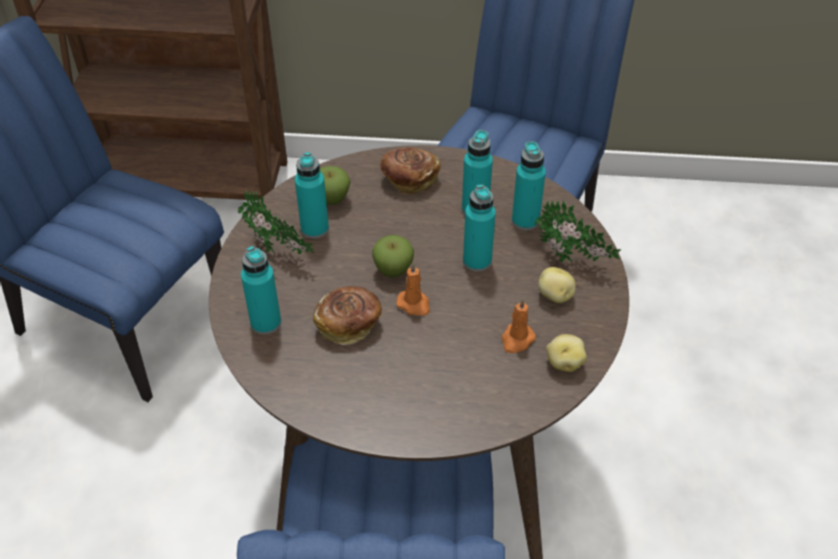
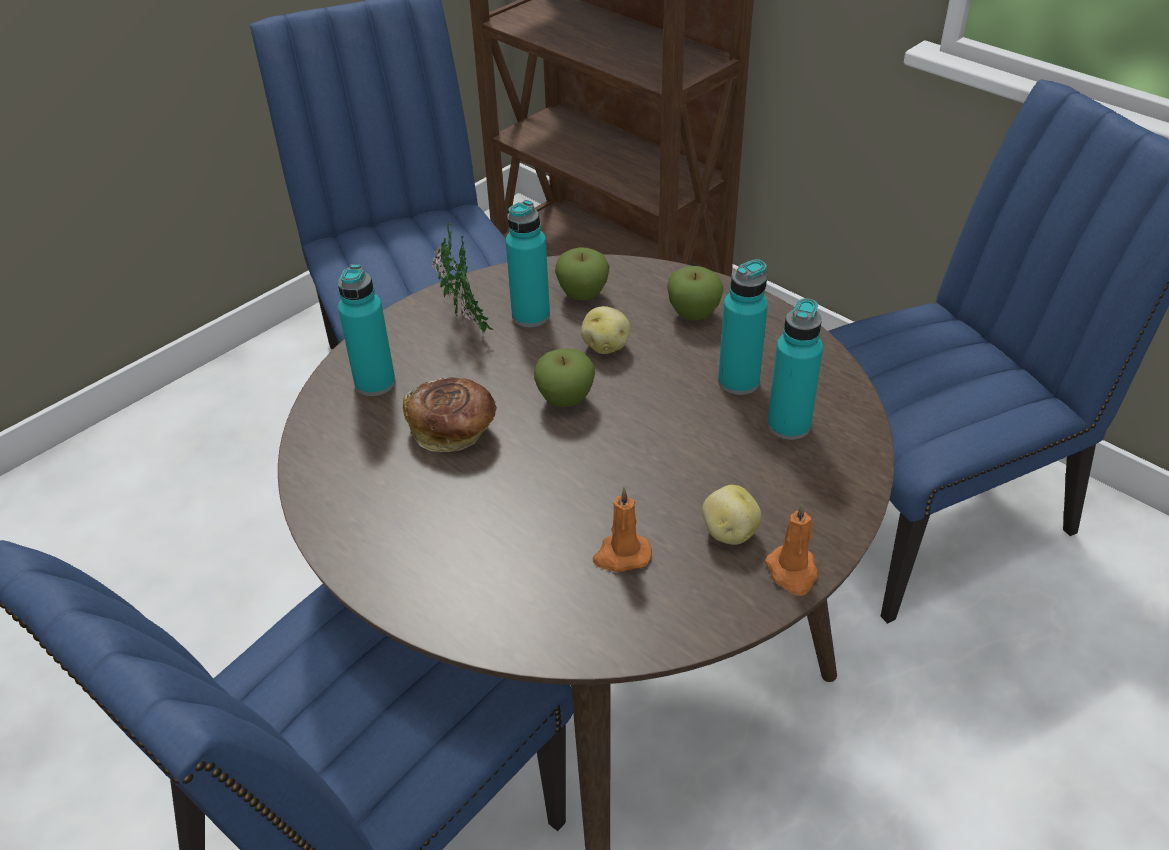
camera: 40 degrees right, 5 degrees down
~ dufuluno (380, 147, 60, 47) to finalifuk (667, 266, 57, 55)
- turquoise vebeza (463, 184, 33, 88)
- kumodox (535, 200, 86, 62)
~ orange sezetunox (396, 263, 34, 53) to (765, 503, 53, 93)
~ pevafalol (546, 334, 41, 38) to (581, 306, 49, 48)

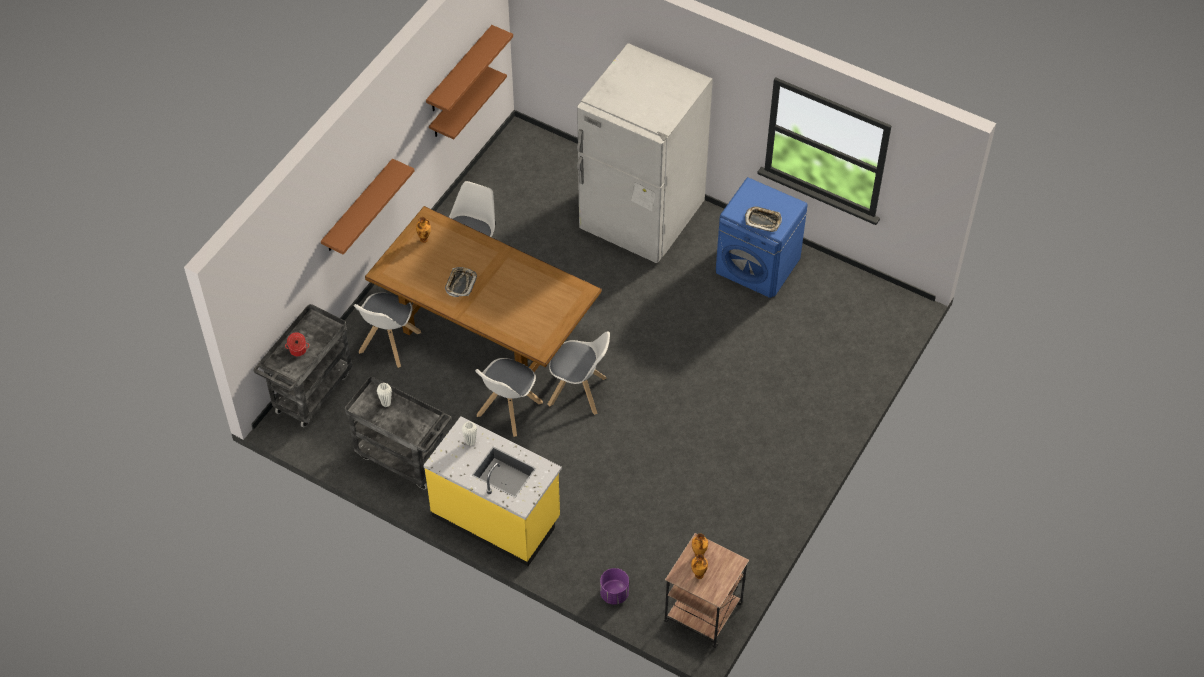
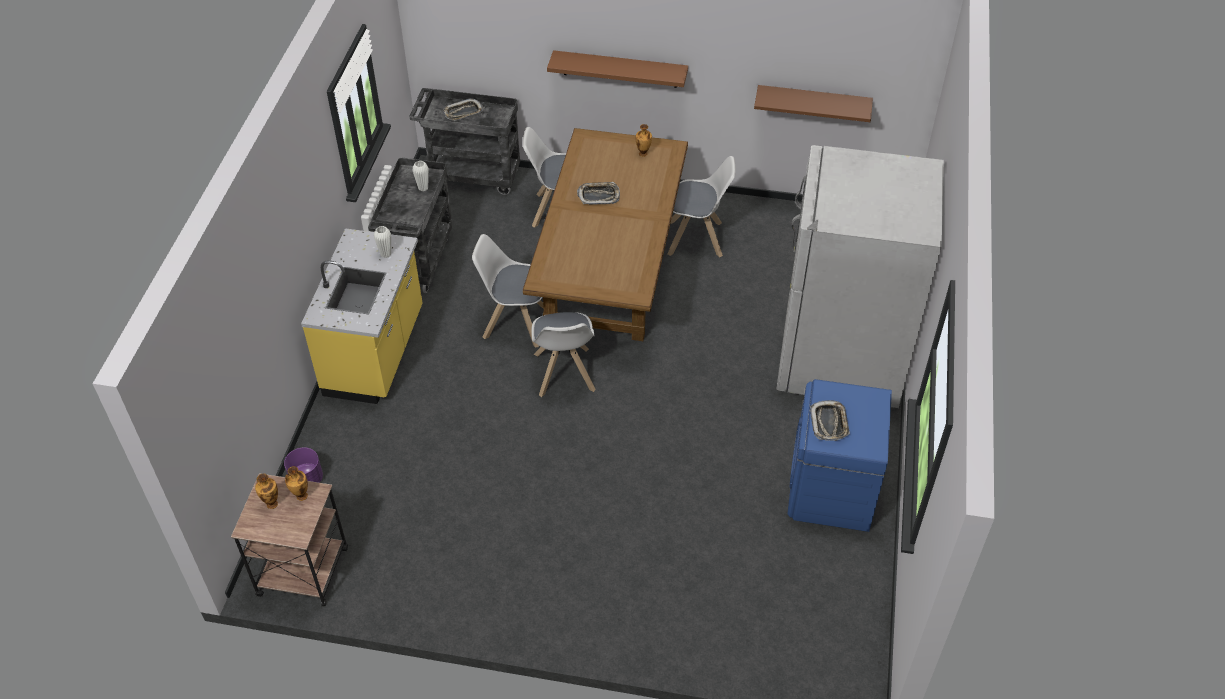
camera: 70 degrees right, 5 degrees down
- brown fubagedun (426, 25, 87, 87)
~ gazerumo (285, 332, 24, 24) to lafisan (443, 98, 41, 23)

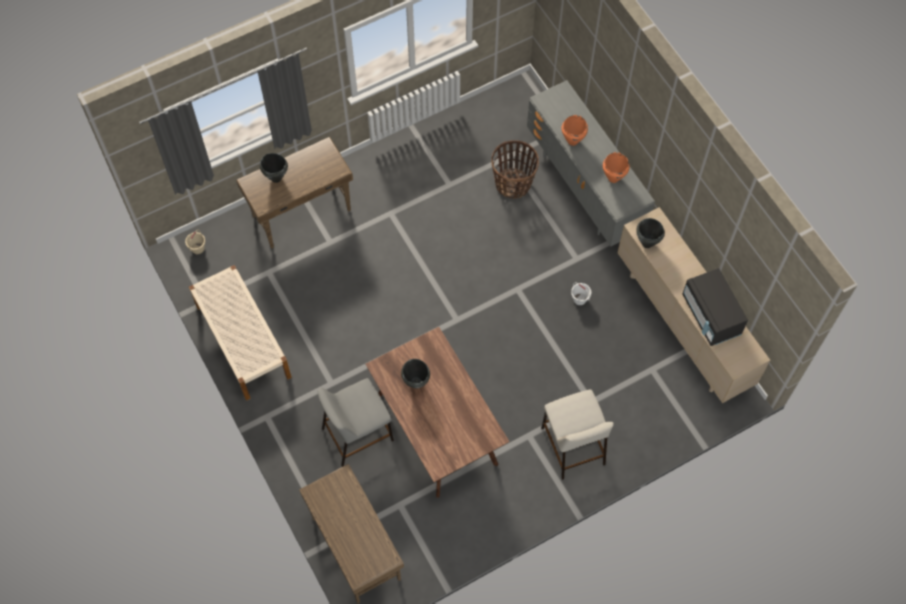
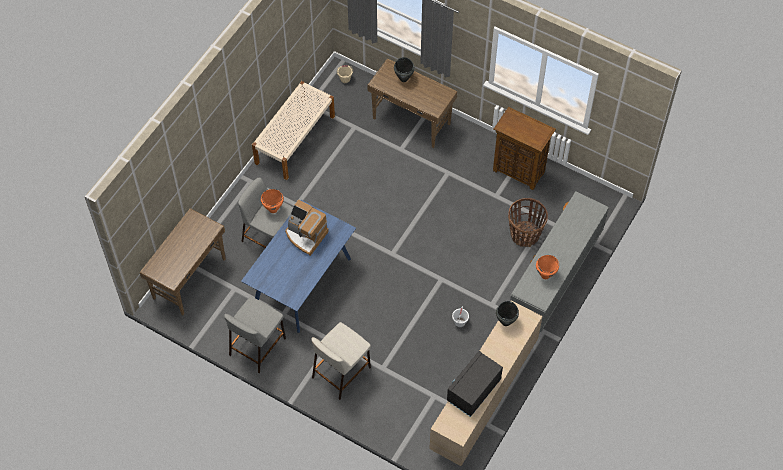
camera: 60 degrees right, 5 degrees down
~ orange gazerumo (561, 115, 27, 31) to (261, 189, 23, 24)
~ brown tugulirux (366, 327, 144, 171) to blue tugulirux (241, 200, 115, 133)
~ black gazerumo (401, 359, 29, 30) to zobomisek (285, 200, 44, 56)
+ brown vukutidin (493, 107, 63, 83)
+ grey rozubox (224, 297, 62, 76)

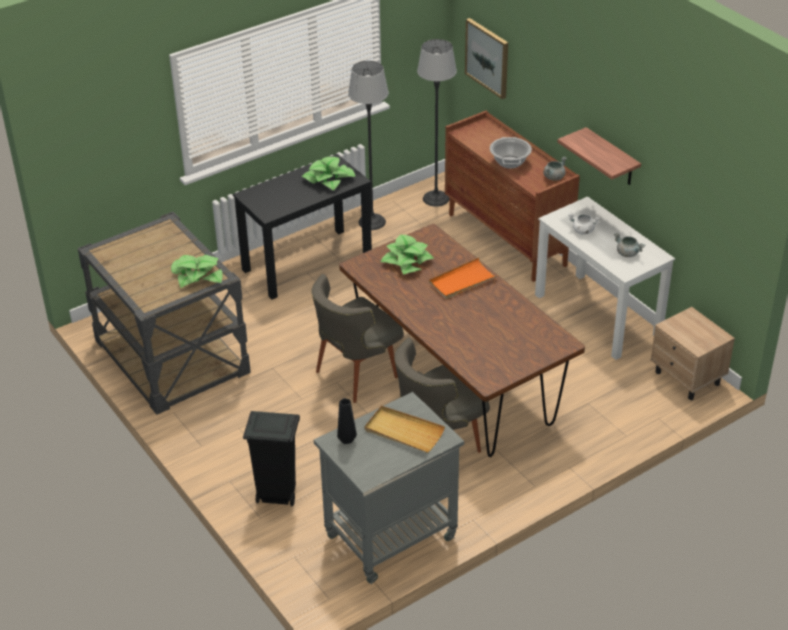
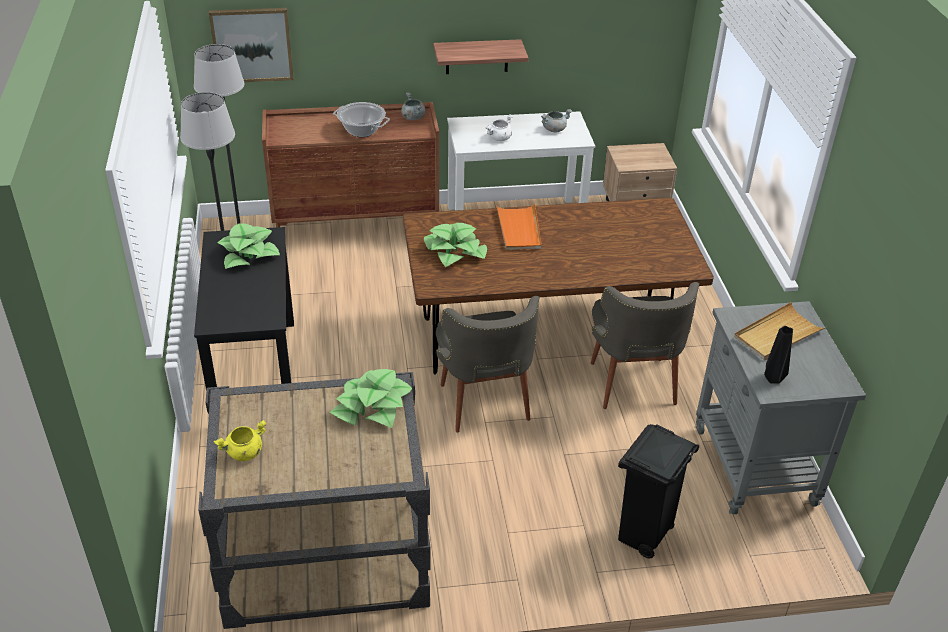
camera: 65 degrees left, 0 degrees up
+ yellow gazerumo (214, 420, 52, 41)

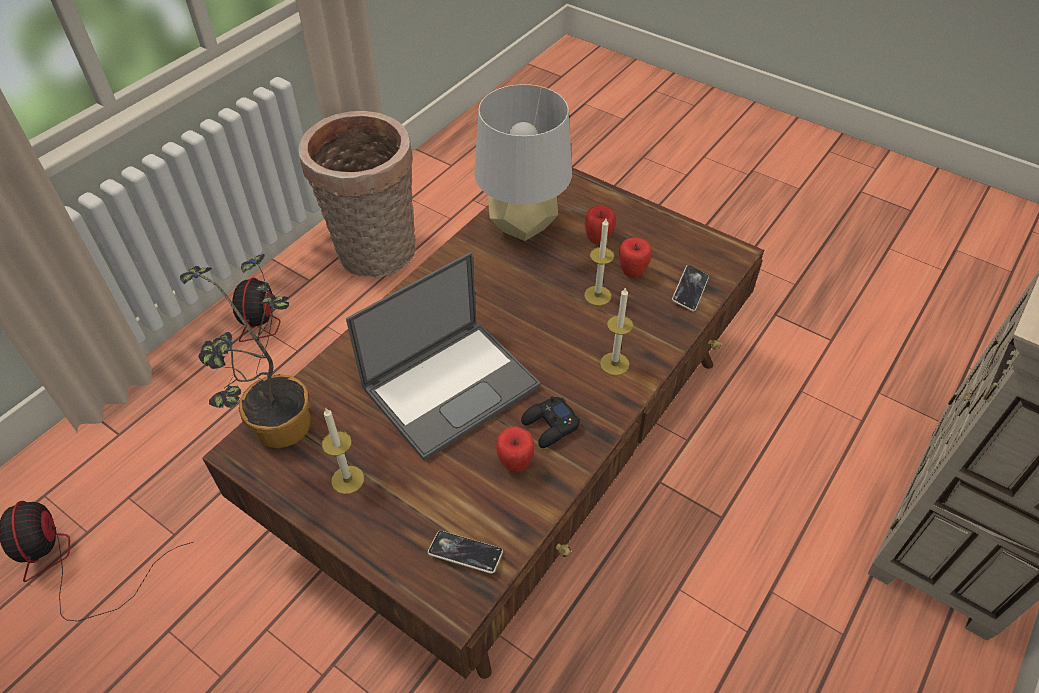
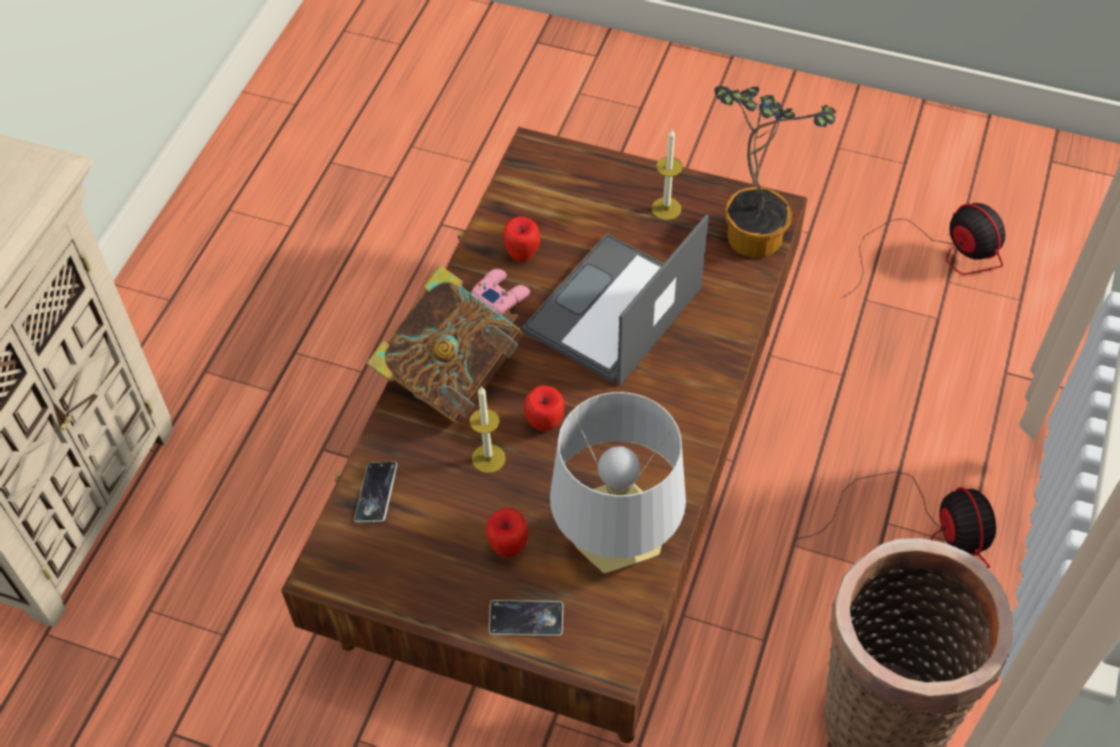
camera: 165 degrees right, 5 degrees up
~ finalifuk (619, 237, 33, 41) to (524, 385, 40, 46)
~ sezetunox (600, 287, 33, 89) to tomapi (367, 265, 156, 160)
~ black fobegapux (521, 396, 59, 52) to pink fobegapux (471, 269, 59, 46)
~ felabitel (428, 531, 75, 43) to (489, 600, 74, 36)

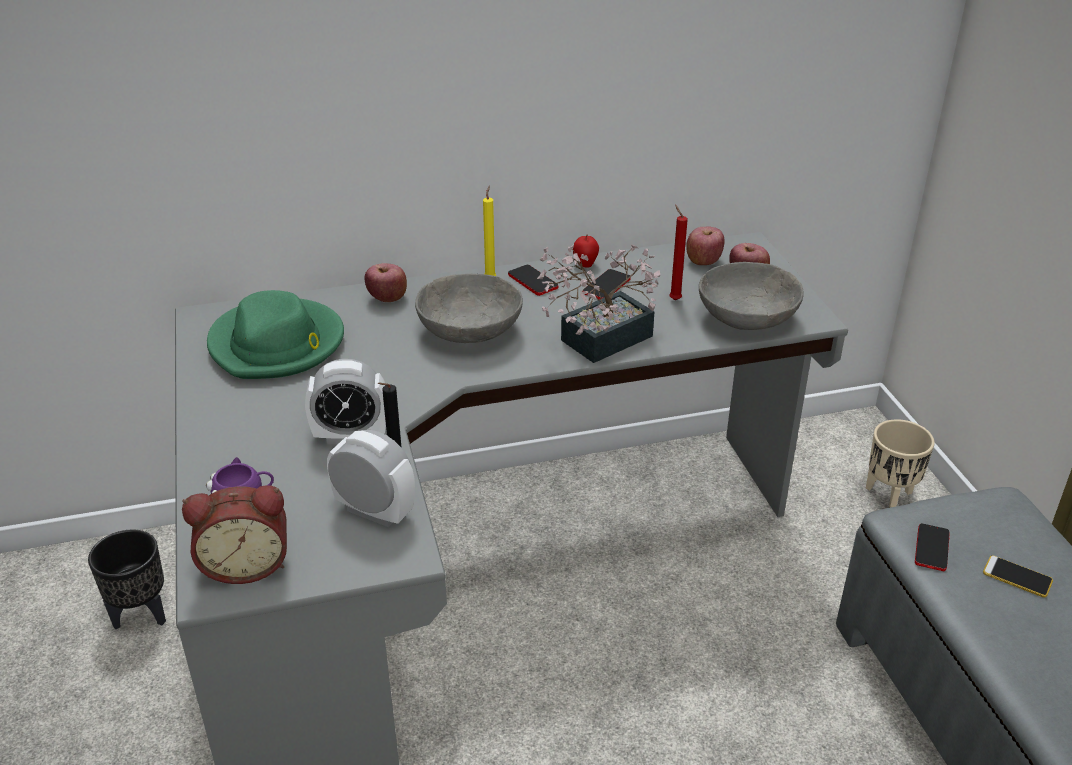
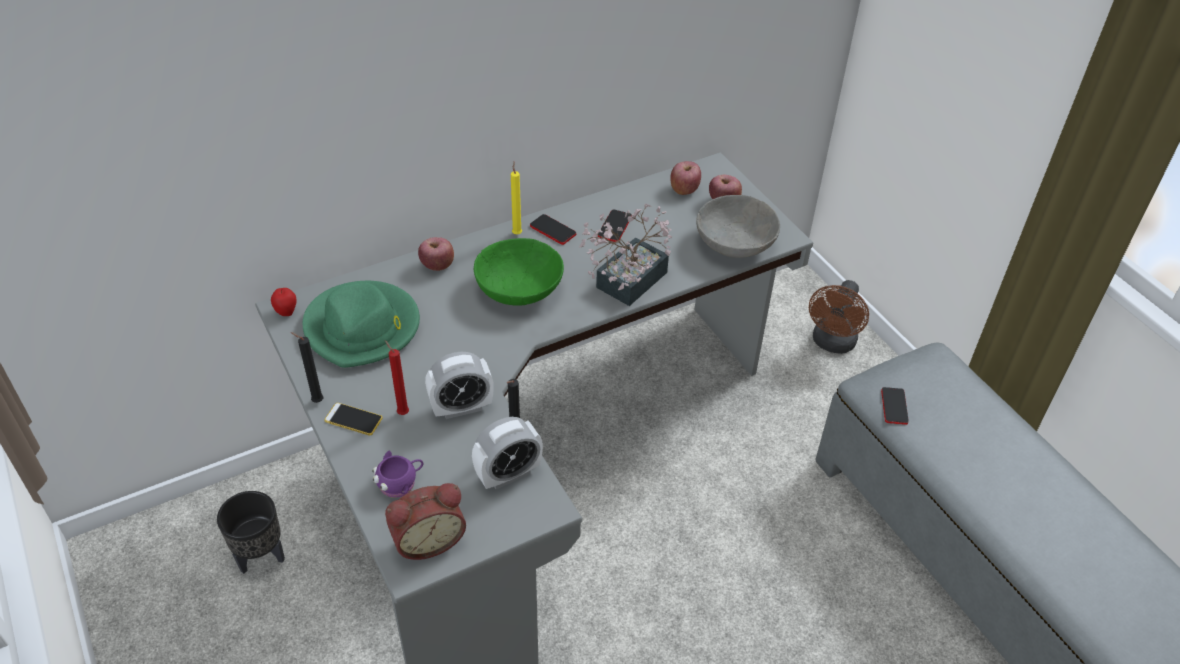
camera: 15 degrees left, 10 degrees up
~ red sezetunox (669, 205, 19, 95) to (385, 340, 24, 75)
~ finalifuk (573, 235, 26, 33) to (271, 288, 26, 28)
~ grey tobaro (415, 274, 108, 69) to green tobaro (474, 238, 90, 68)
~ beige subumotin (866, 419, 69, 89) to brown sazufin (809, 280, 60, 74)
~ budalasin (327, 430, 88, 97) = (472, 417, 71, 72) 135 degrees clockwise
~ felabitel (983, 555, 70, 43) to (324, 403, 59, 33)
+ black sezetunox (290, 332, 33, 71)

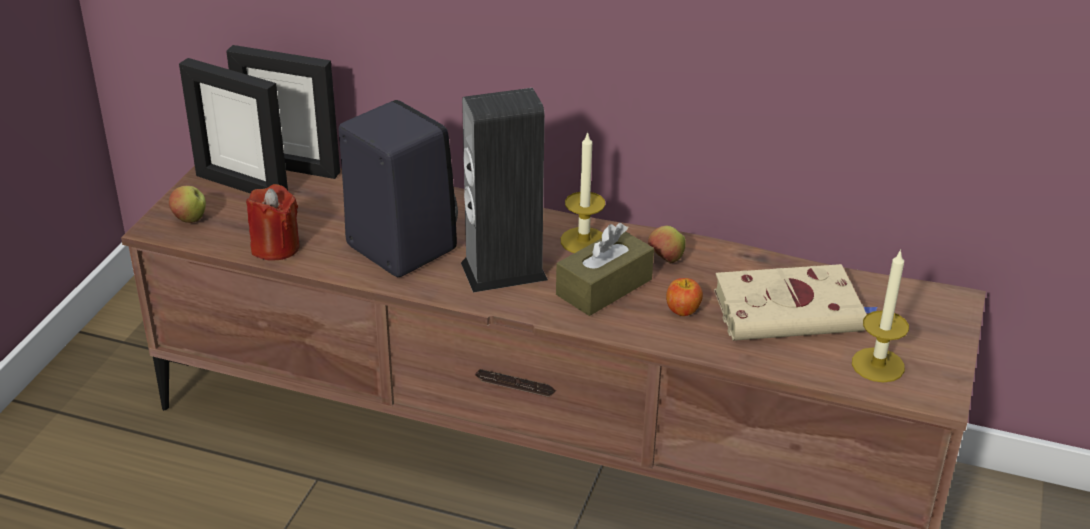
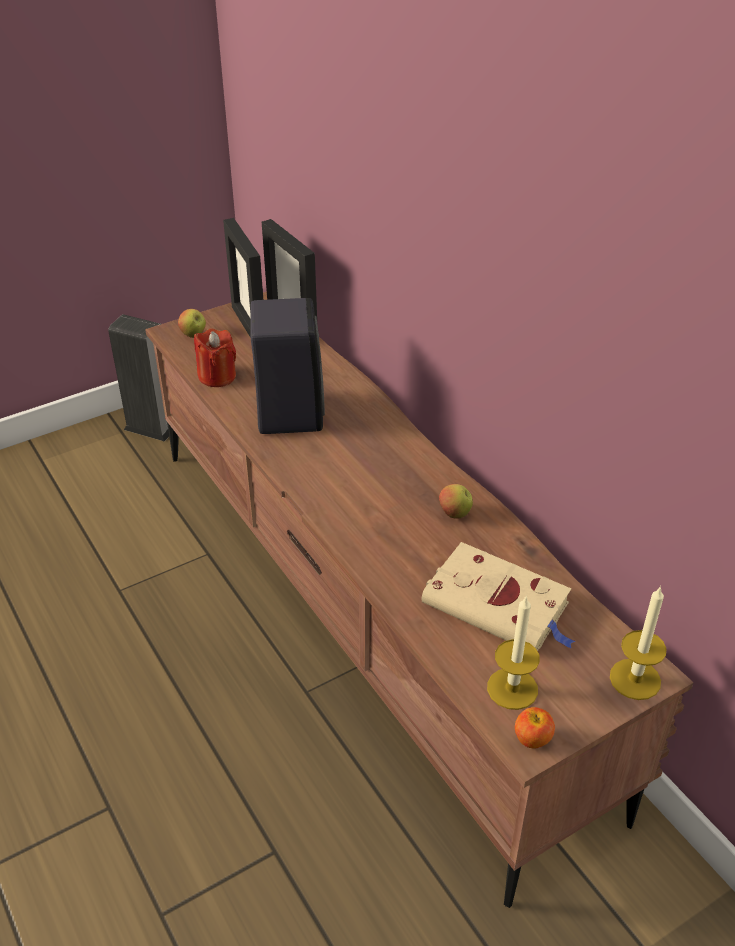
camera: 40 degrees right, 5 degrees up
~ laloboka (461, 88, 87, 205) to (108, 314, 61, 128)
~ sezetunox (561, 131, 44, 122) to (610, 586, 57, 114)
- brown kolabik (556, 223, 98, 93)
~ finalifuk (666, 278, 37, 38) to (515, 707, 40, 42)

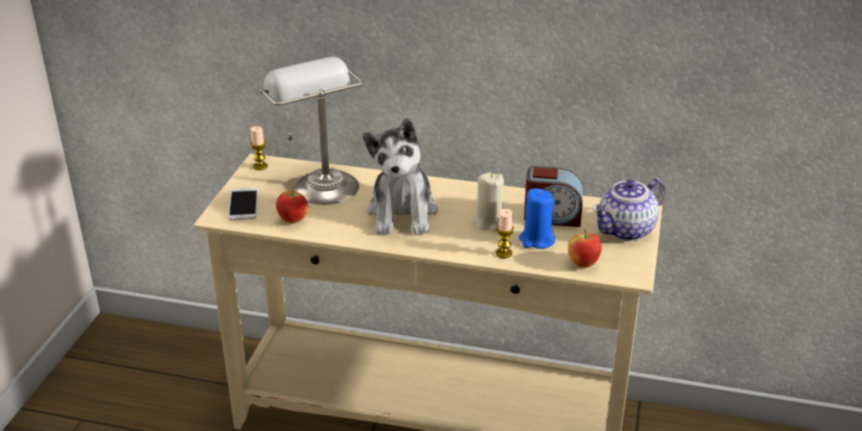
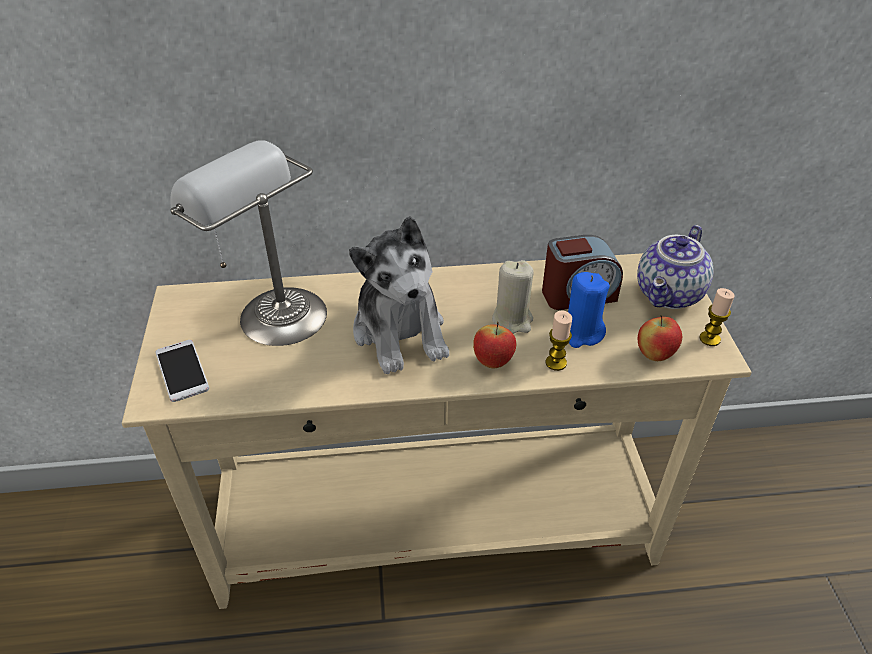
camera: 20 degrees left, 10 degrees up
~ sezetunox (250, 126, 18, 44) to (699, 288, 36, 58)
~ finalifuk (276, 187, 32, 36) to (473, 321, 43, 47)

